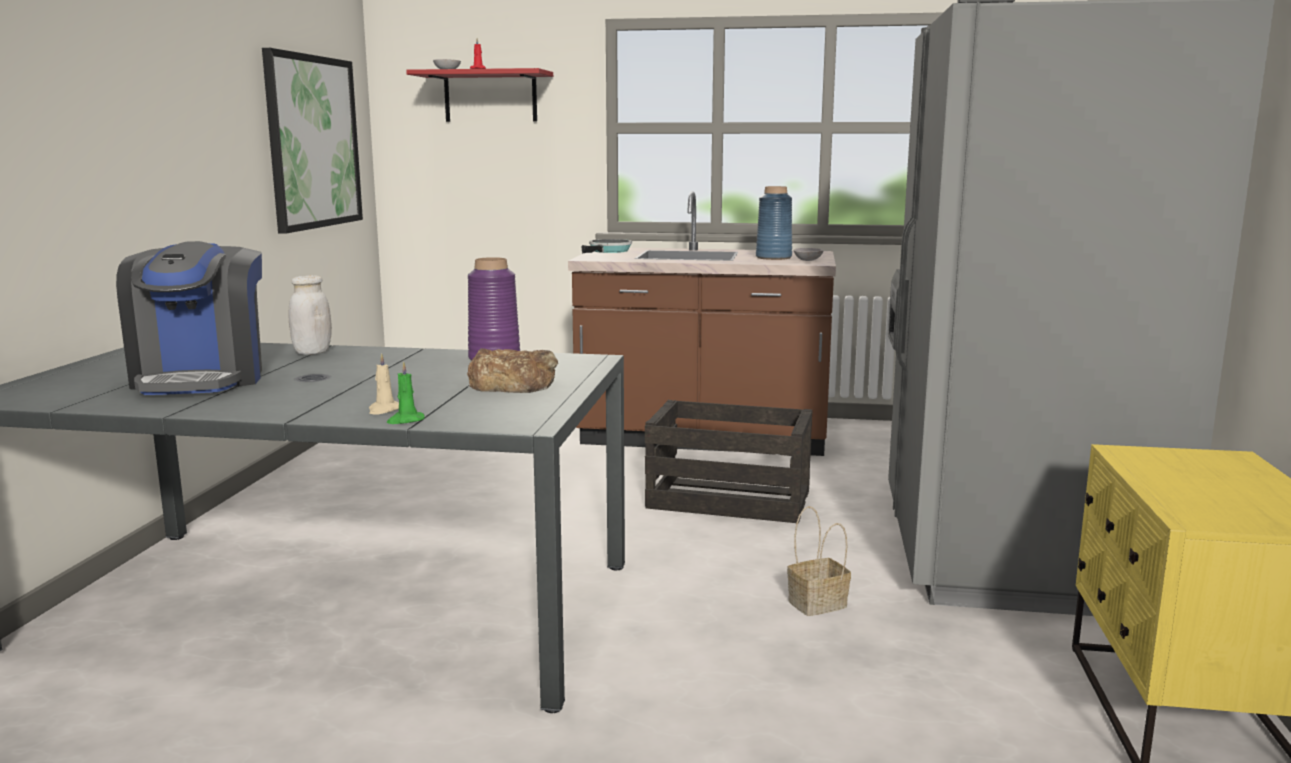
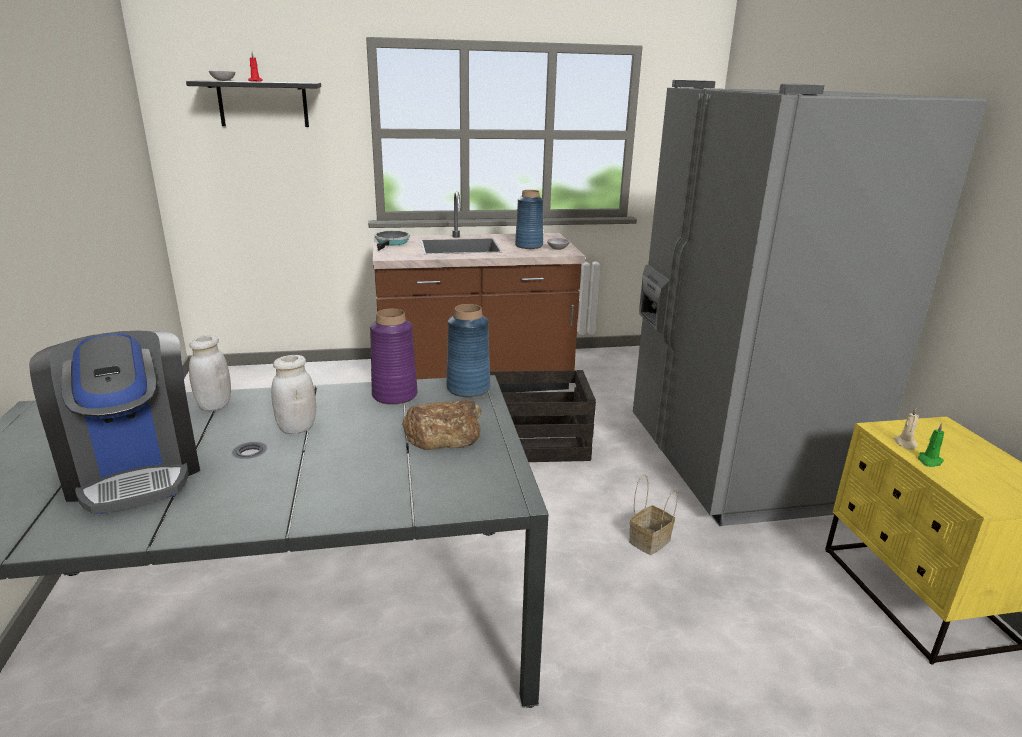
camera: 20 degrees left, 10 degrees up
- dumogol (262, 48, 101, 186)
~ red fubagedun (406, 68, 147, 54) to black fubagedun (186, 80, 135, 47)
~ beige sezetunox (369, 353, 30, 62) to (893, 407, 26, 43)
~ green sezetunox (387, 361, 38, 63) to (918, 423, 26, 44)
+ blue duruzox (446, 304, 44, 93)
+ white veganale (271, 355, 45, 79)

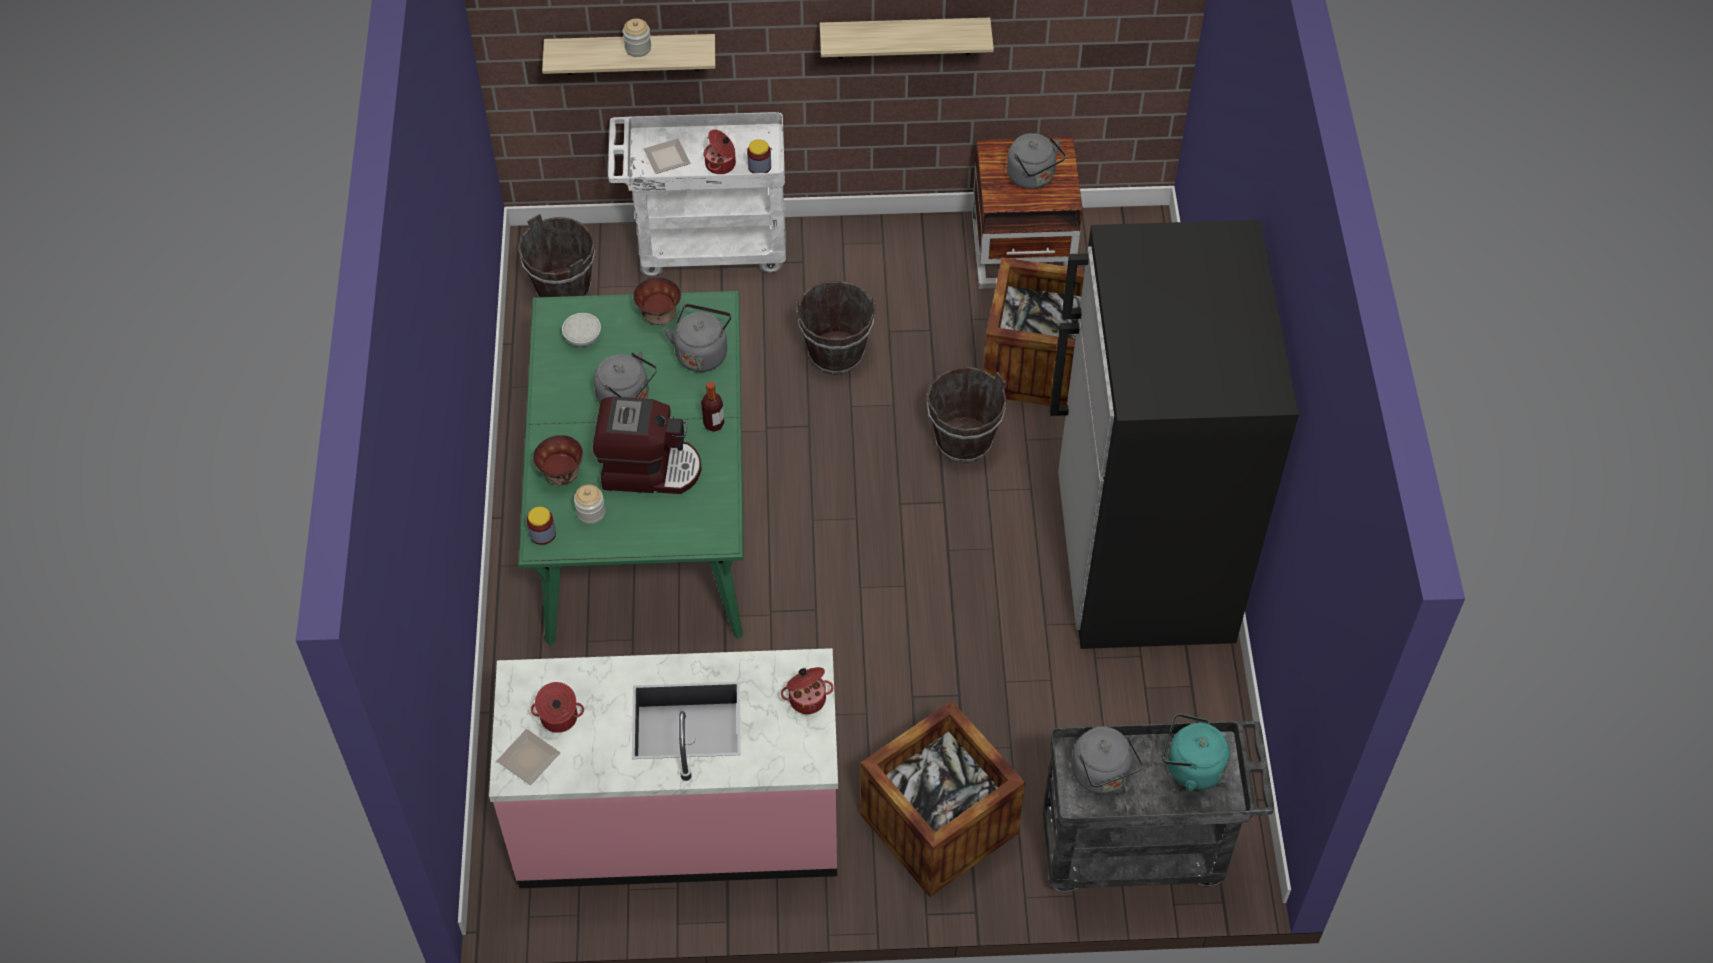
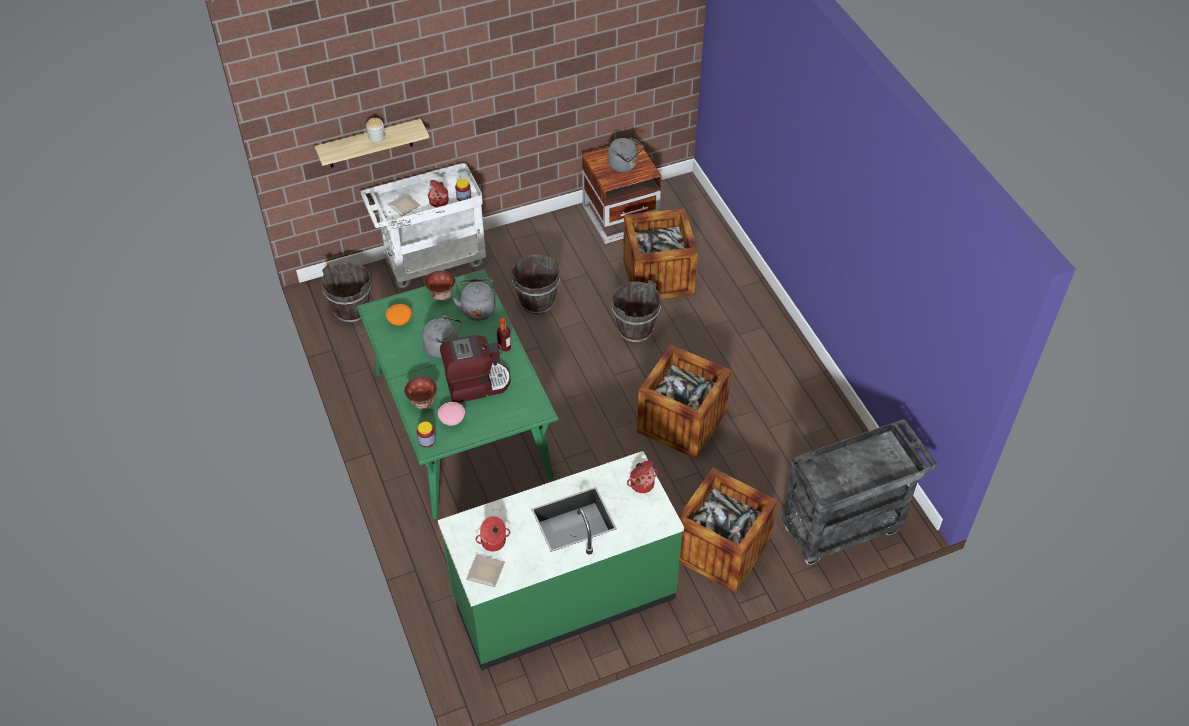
camera: 20 degrees left, 5 degrees down
- fubagedun (820, 18, 174, 41)
- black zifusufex (1050, 220, 249, 429)
~ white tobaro (562, 313, 39, 34) to orange tobaro (386, 304, 25, 22)
~ veganale (574, 485, 31, 39) to pink tobaro (438, 402, 27, 24)
~ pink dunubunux (489, 648, 349, 240) to green dunubunux (438, 451, 246, 219)
- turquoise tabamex (1163, 714, 67, 77)
- grey tabamex (1071, 727, 72, 67)
+ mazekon (637, 345, 95, 114)

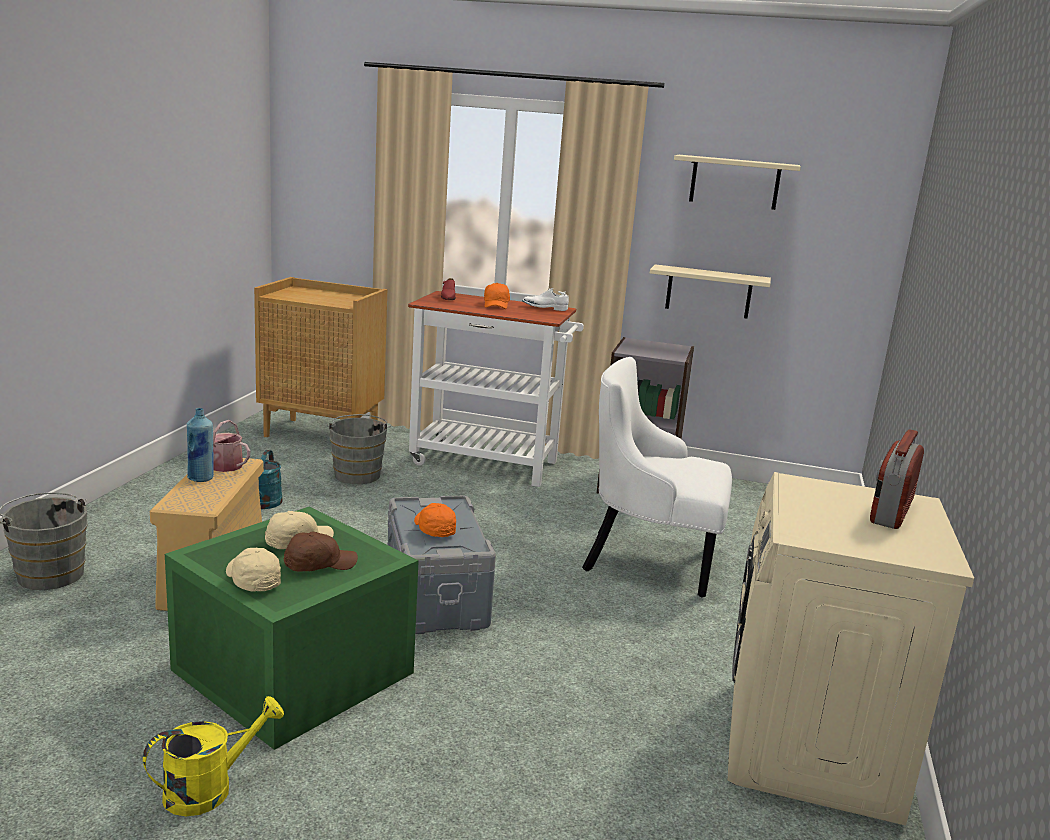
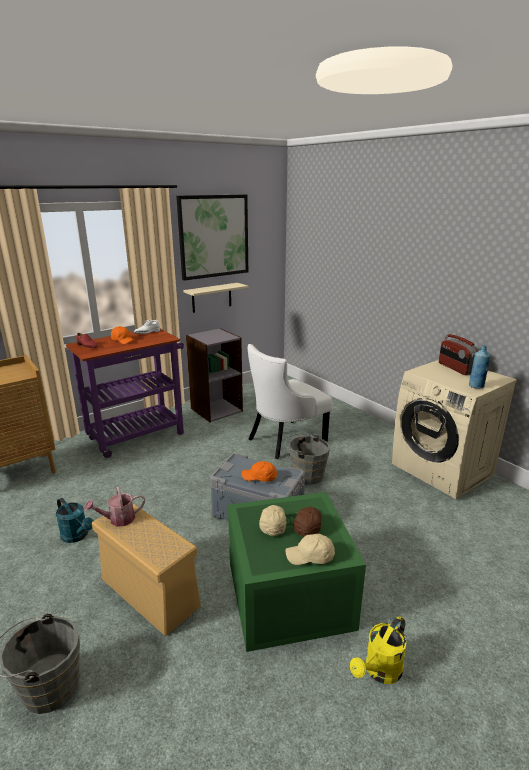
camera: 50 degrees left, 5 degrees up
~ beige fubagedun (674, 155, 127, 55) to dumogol (176, 195, 72, 86)
~ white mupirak (408, 291, 176, 196) to purple mupirak (66, 329, 118, 129)
~ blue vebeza (186, 408, 28, 74) to (469, 346, 22, 43)
~ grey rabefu (327, 414, 64, 70) to (285, 433, 45, 52)
~ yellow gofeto (143, 696, 141, 120) = (350, 616, 57, 68) 135 degrees counterclockwise

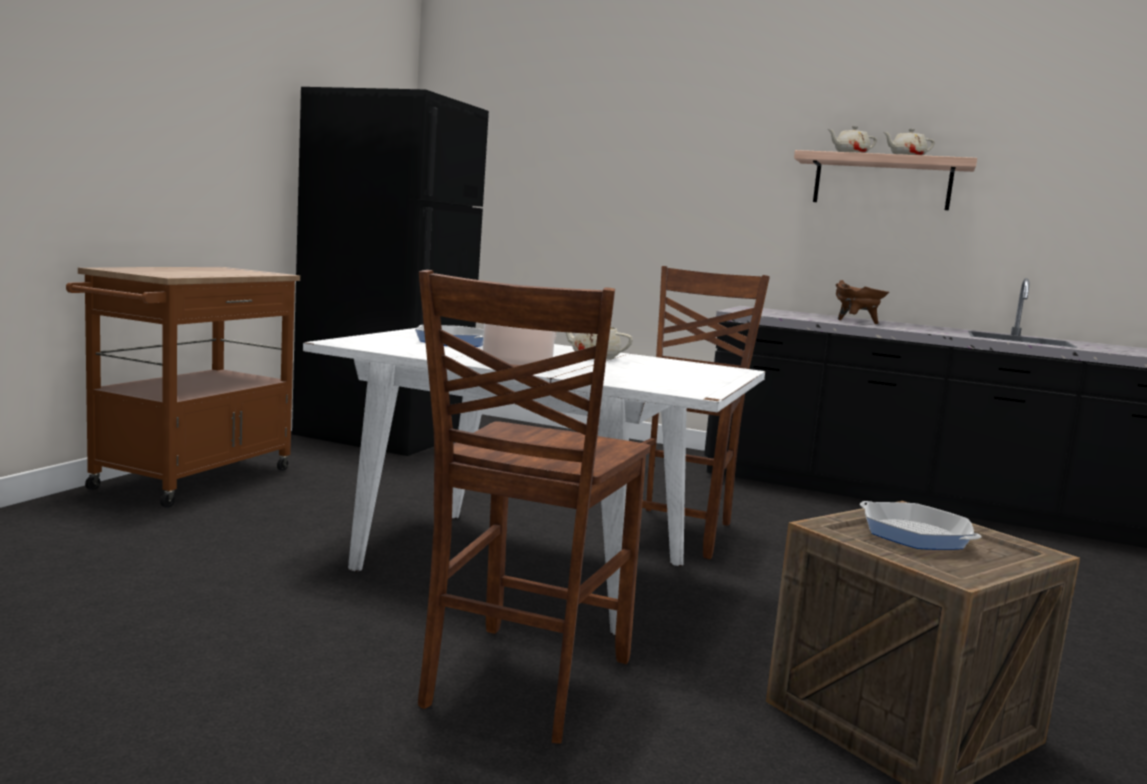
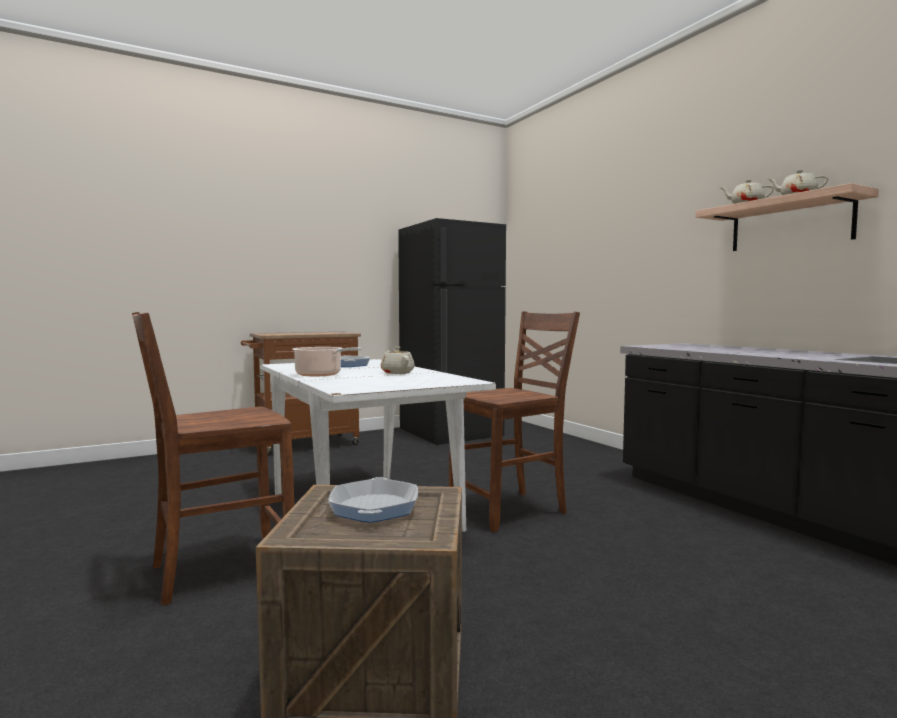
camera: 40 degrees right, 5 degrees down
- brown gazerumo (836, 280, 53, 44)

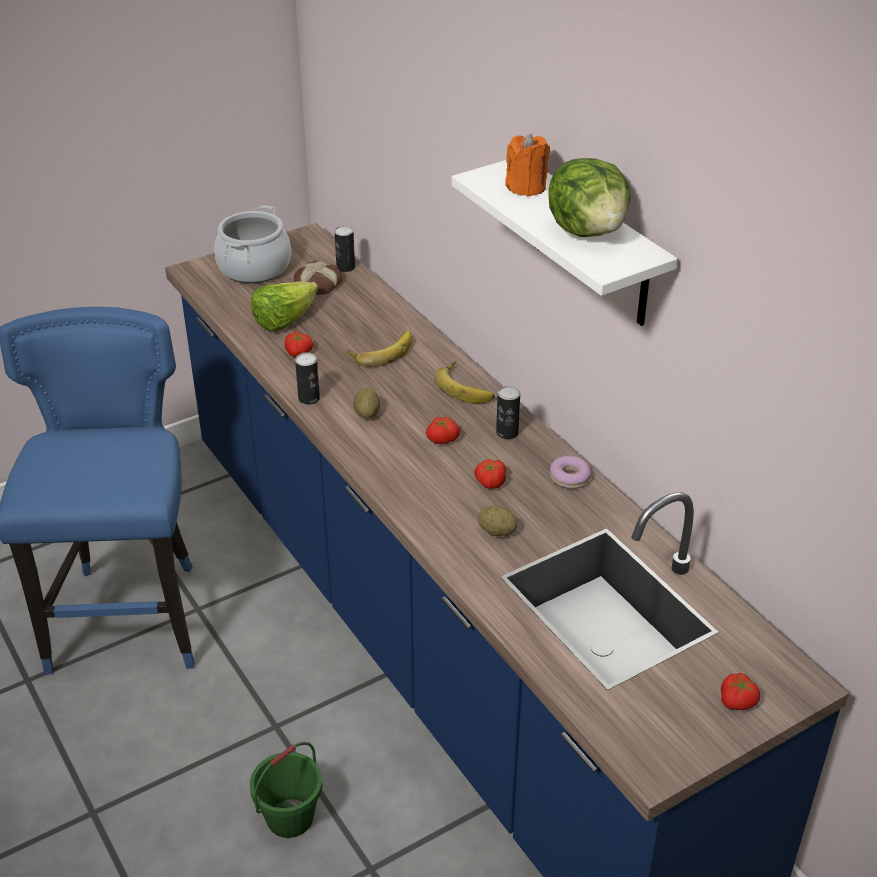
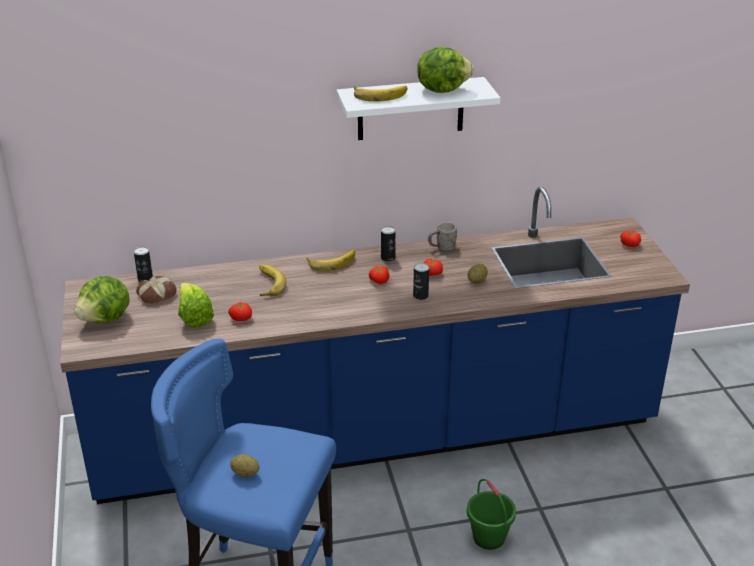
camera: 70 degrees left, 5 degrees down
~ orange sezetunox (505, 133, 45, 63) to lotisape (354, 86, 53, 16)
~ gazerumo (214, 205, 77, 78) to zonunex (74, 276, 55, 47)
~ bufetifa (295, 353, 25, 52) to (413, 263, 16, 37)
~ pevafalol (353, 388, 27, 30) to (230, 454, 30, 23)
~ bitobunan (550, 456, 41, 33) to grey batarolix (428, 222, 29, 29)

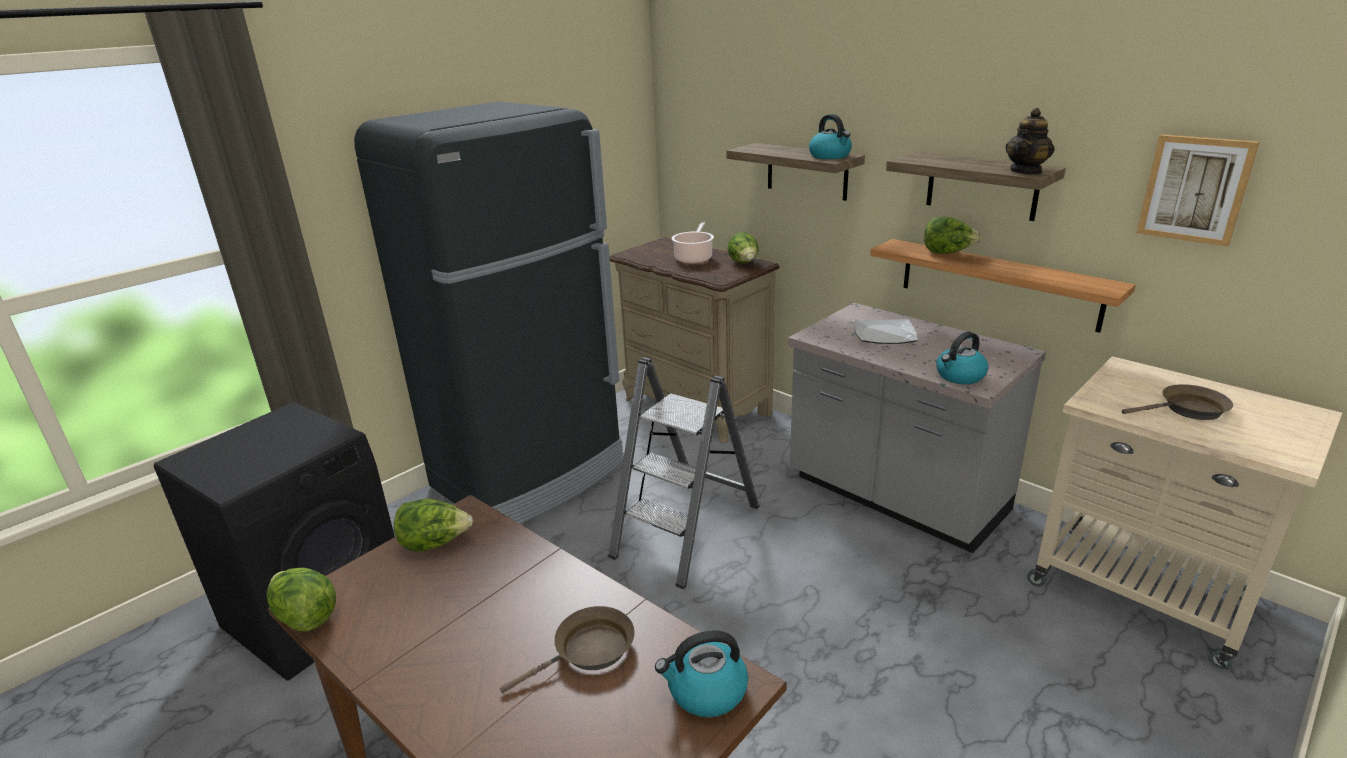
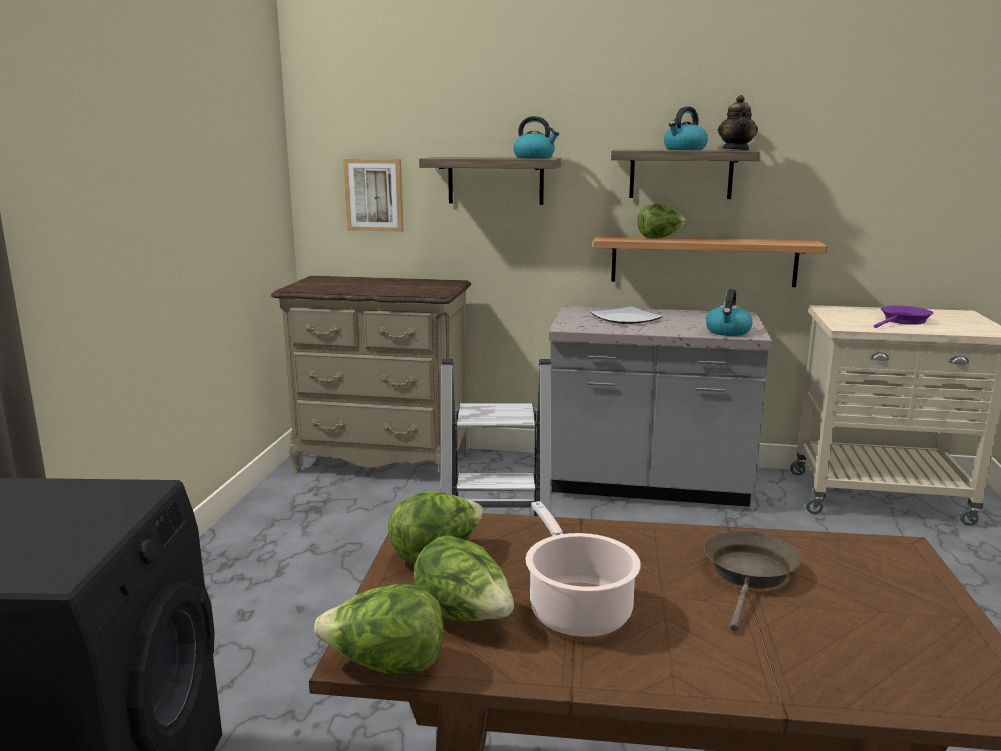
camera: 35 degrees left, 10 degrees down
- black zifusufex (354, 102, 270, 422)
~ dumogol (1137, 134, 123, 113) to (343, 159, 60, 73)
~ gazerumo (672, 222, 42, 42) to (525, 501, 116, 136)
~ zonunex (728, 232, 31, 31) to (413, 535, 101, 87)
~ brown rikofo (1122, 384, 111, 36) to purple rikofo (874, 306, 59, 22)
~ tabamex (655, 630, 93, 87) to (664, 107, 44, 43)

